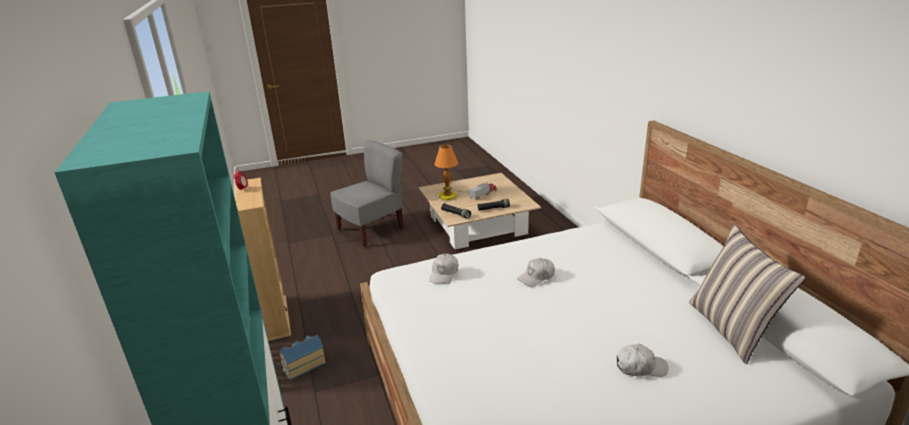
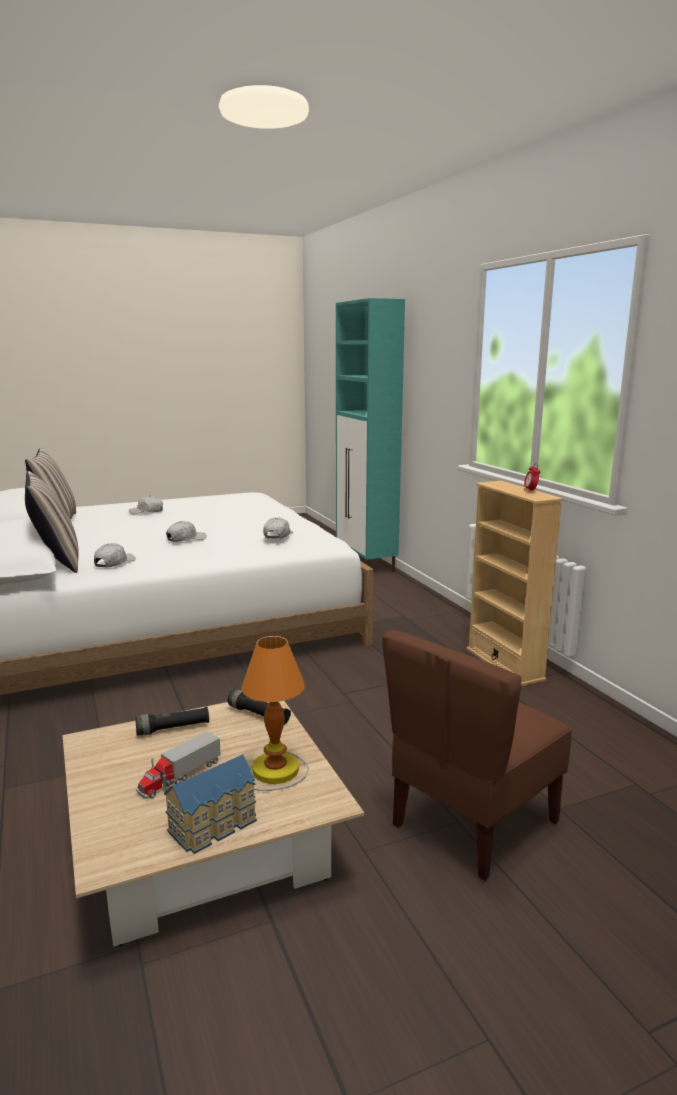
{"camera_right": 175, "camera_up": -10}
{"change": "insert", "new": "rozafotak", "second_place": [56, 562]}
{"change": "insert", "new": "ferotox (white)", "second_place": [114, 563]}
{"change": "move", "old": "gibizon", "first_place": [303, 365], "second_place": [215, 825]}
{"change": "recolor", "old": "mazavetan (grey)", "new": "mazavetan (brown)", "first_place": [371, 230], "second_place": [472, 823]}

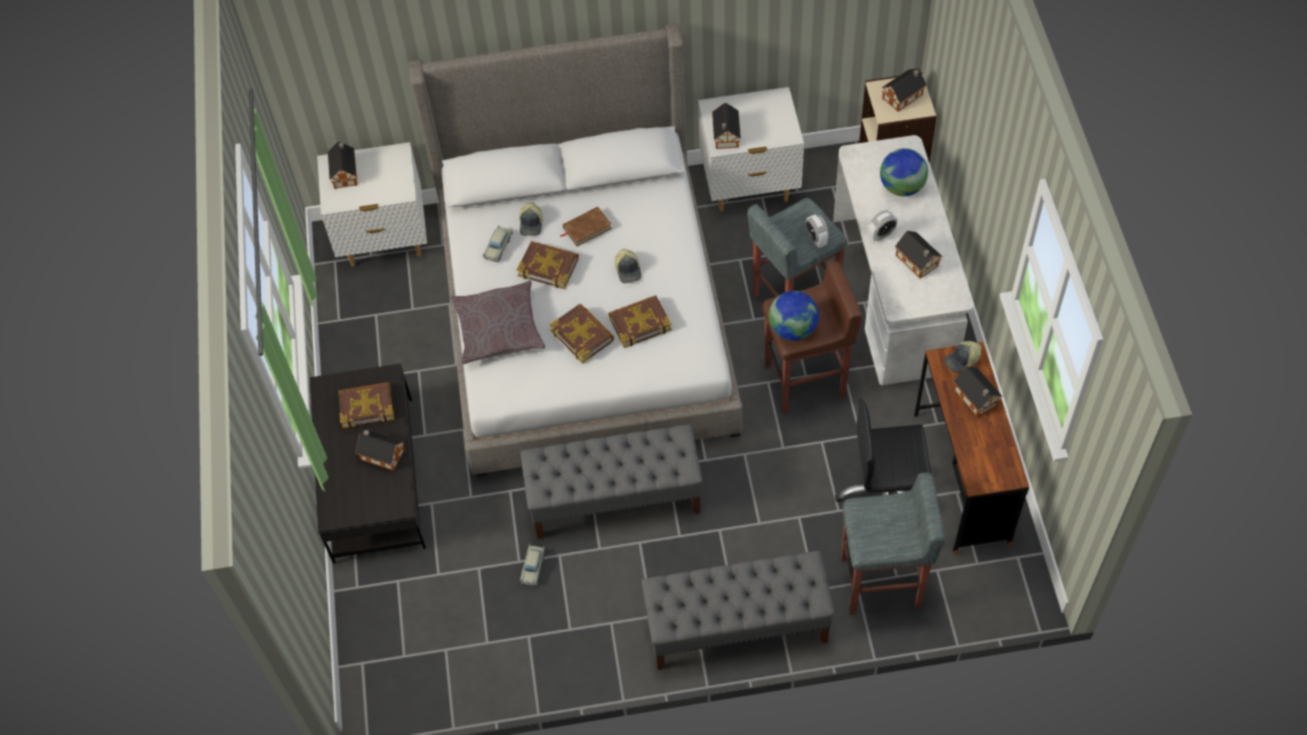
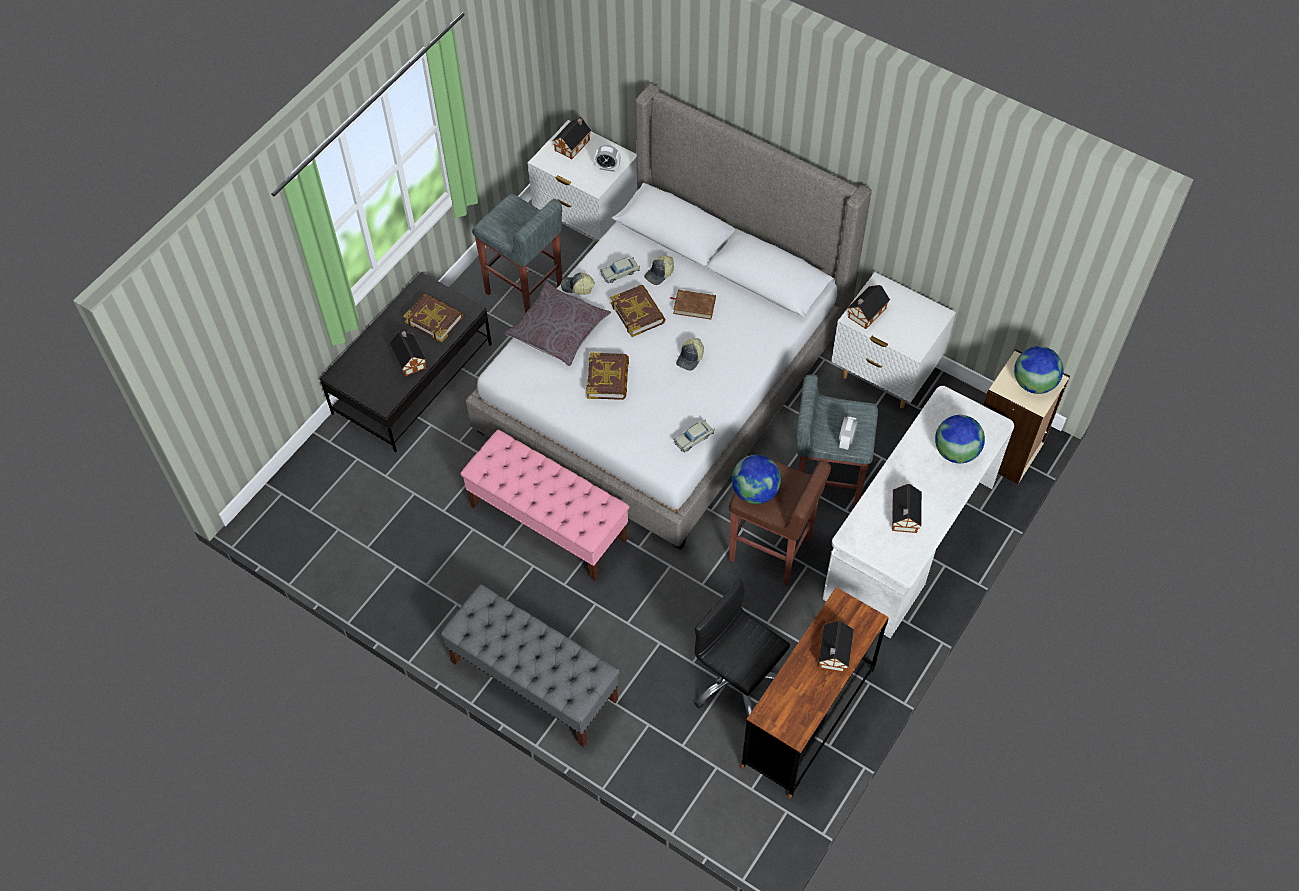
{"camera_right": 40, "camera_up": 0}
{"change": "delete", "old": "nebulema", "first_place": [639, 323]}
{"change": "move", "old": "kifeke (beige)", "first_place": [533, 567], "second_place": [694, 438]}
{"change": "move", "old": "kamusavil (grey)", "first_place": [882, 583], "second_place": [524, 292]}
{"change": "move", "old": "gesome", "first_place": [881, 234], "second_place": [607, 167]}
{"change": "move", "old": "ferotox", "first_place": [962, 360], "second_place": [577, 287]}
{"change": "replace", "old": "gibizon", "new": "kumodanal", "first_place": [904, 96], "second_place": [1033, 383]}
{"change": "recolor", "old": "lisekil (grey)", "new": "lisekil (pink)", "first_place": [615, 499], "second_place": [549, 522]}

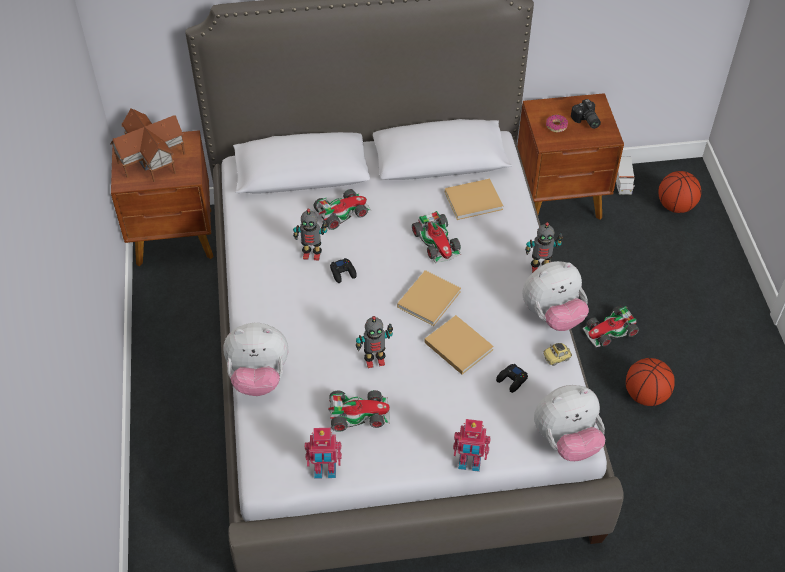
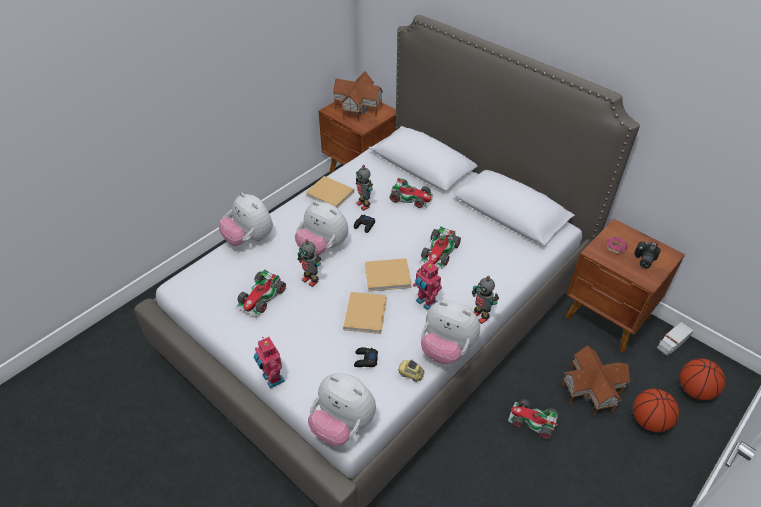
{"camera_right": 50, "camera_up": -5}
{"change": "insert", "new": "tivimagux", "second_place": [323, 247]}
{"change": "insert", "new": "gibizon", "second_place": [592, 390]}
{"change": "move", "old": "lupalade", "first_place": [325, 471], "second_place": [425, 302]}
{"change": "move", "old": "nebulema (beige)", "first_place": [475, 200], "second_place": [331, 194]}
{"change": "move", "old": "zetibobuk", "first_place": [645, 395], "second_place": [649, 421]}
{"change": "rotate", "old": "kifeke", "first_place": [358, 413], "second_place": [261, 297], "degrees": 75}

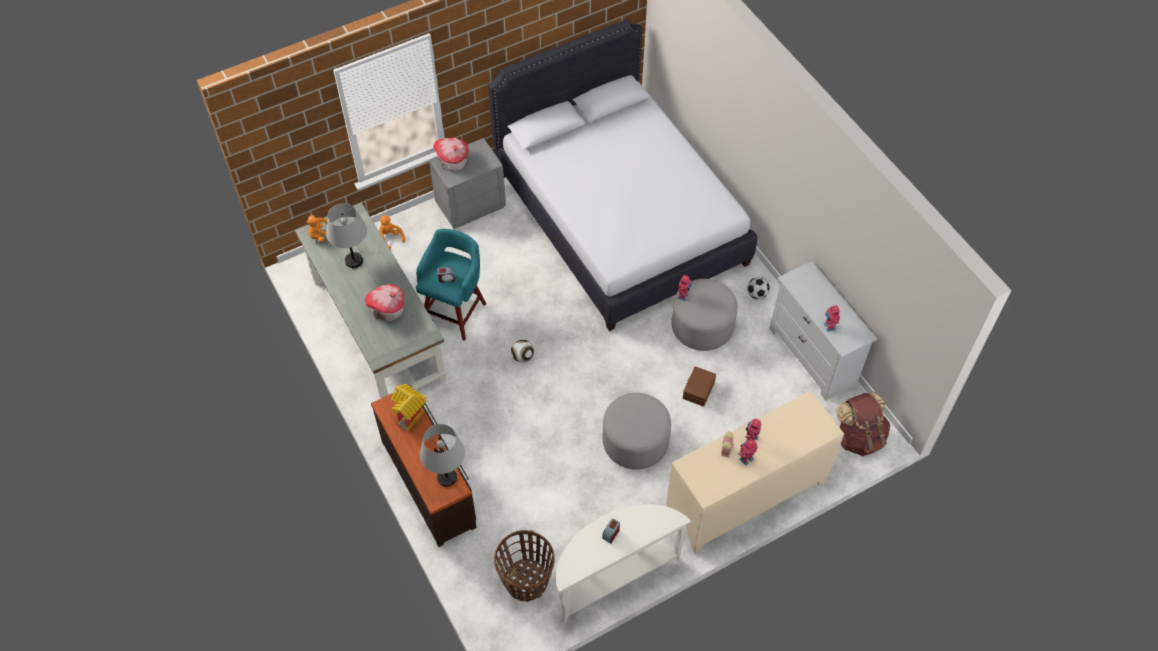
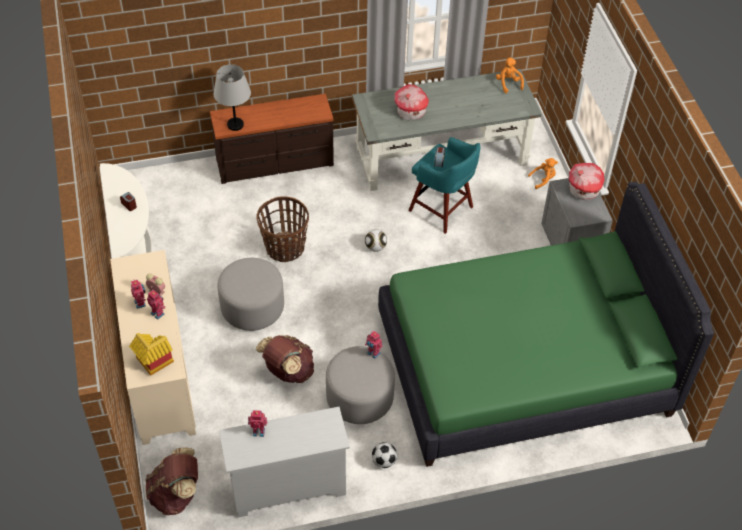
{"camera_right": 105, "camera_up": -5}
{"change": "delete", "old": "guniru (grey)", "first_place": [354, 260]}
{"change": "move", "old": "gibizon", "first_place": [410, 415], "second_place": [152, 363]}
{"change": "move", "old": "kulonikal", "first_place": [526, 581], "second_place": [285, 248]}
{"change": "replace", "old": "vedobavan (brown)", "new": "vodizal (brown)", "first_place": [697, 389], "second_place": [288, 371]}
{"change": "recolor", "old": "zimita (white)", "new": "zimita (green)", "first_place": [620, 218], "second_place": [523, 365]}

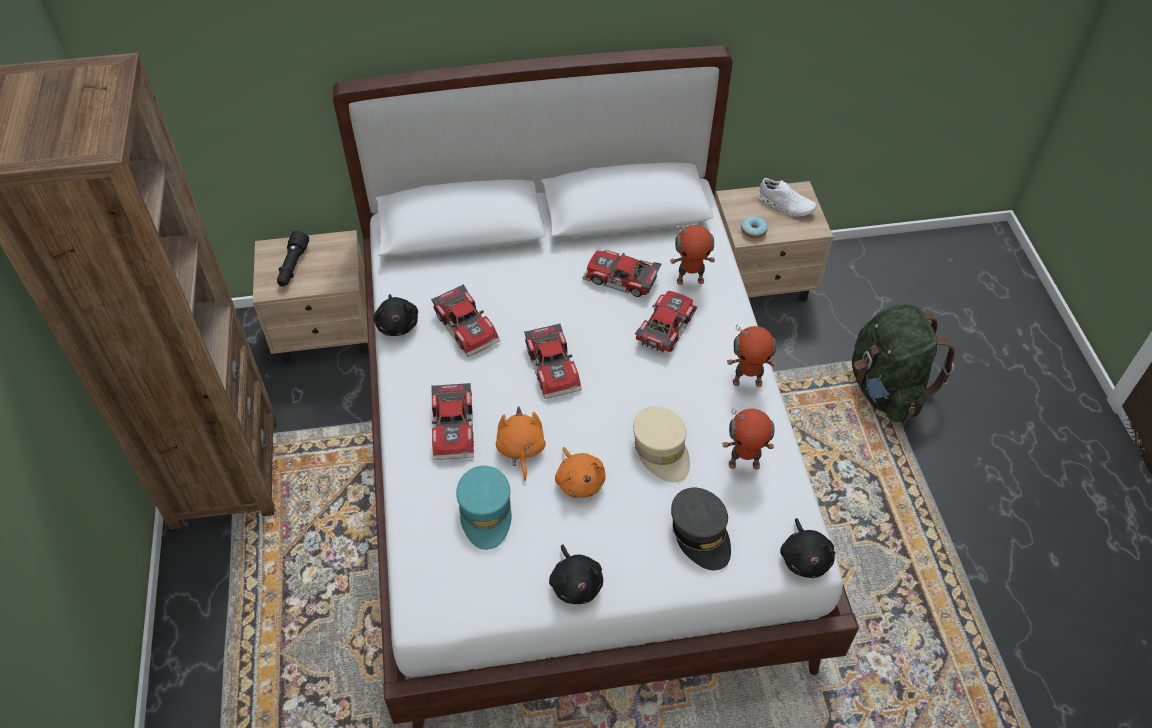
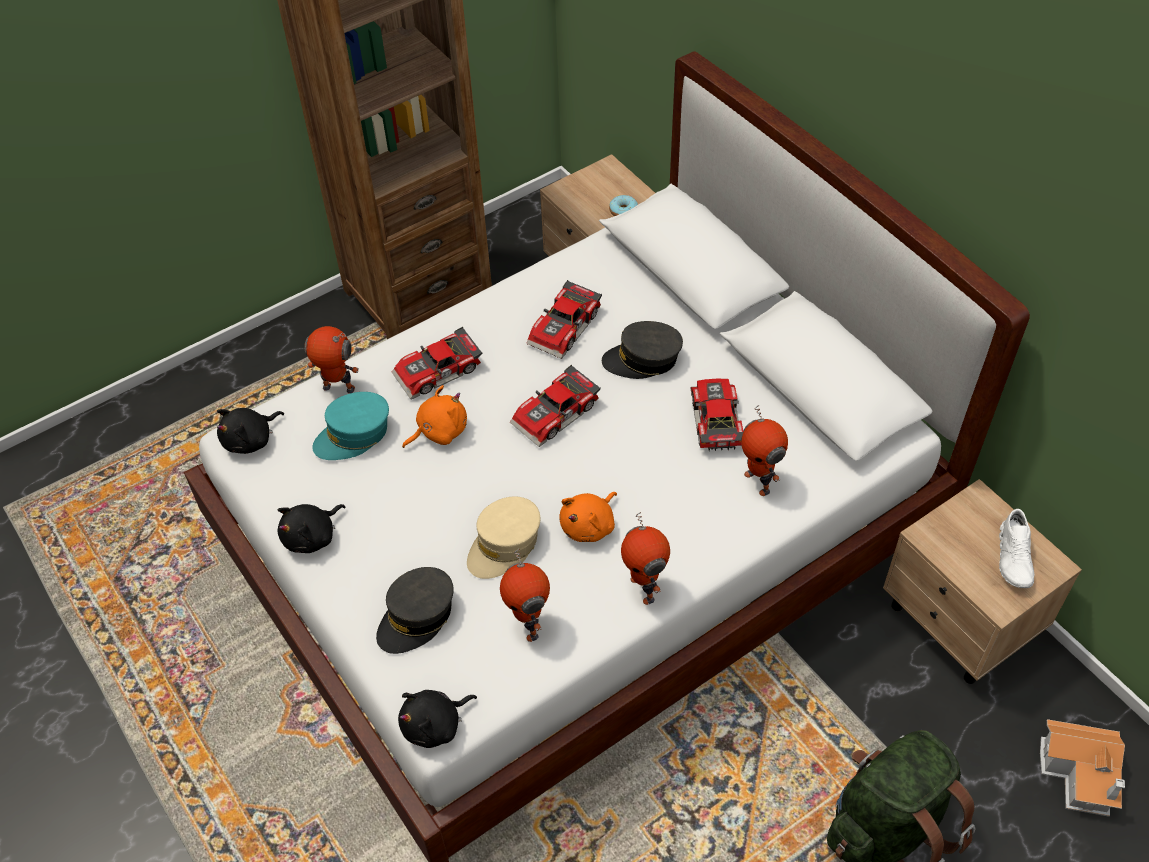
{"camera_right": 65, "camera_up": 0}
{"change": "delete", "old": "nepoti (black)", "first_place": [293, 266]}
{"change": "delete", "old": "kifeke", "first_place": [664, 326]}
{"change": "insert", "new": "lupalade", "second_place": [338, 389]}
{"change": "insert", "new": "ferotox (grey)", "second_place": [643, 359]}
{"change": "insert", "new": "gibizon", "second_place": [1081, 775]}
{"change": "move", "old": "tivimagux (black)", "first_place": [397, 324], "second_place": [251, 439]}
{"change": "move", "old": "tivimagux (orange)", "first_place": [579, 481], "second_place": [589, 525]}
{"change": "move", "old": "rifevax", "first_place": [753, 231], "second_place": [623, 211]}

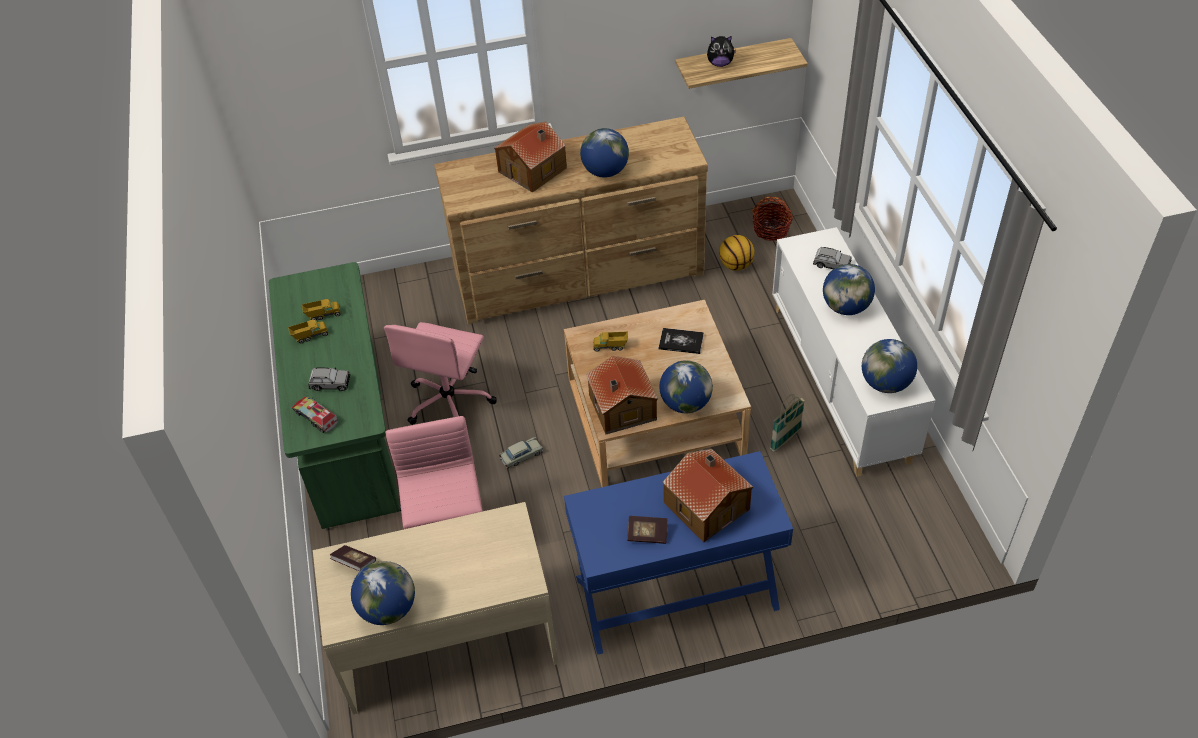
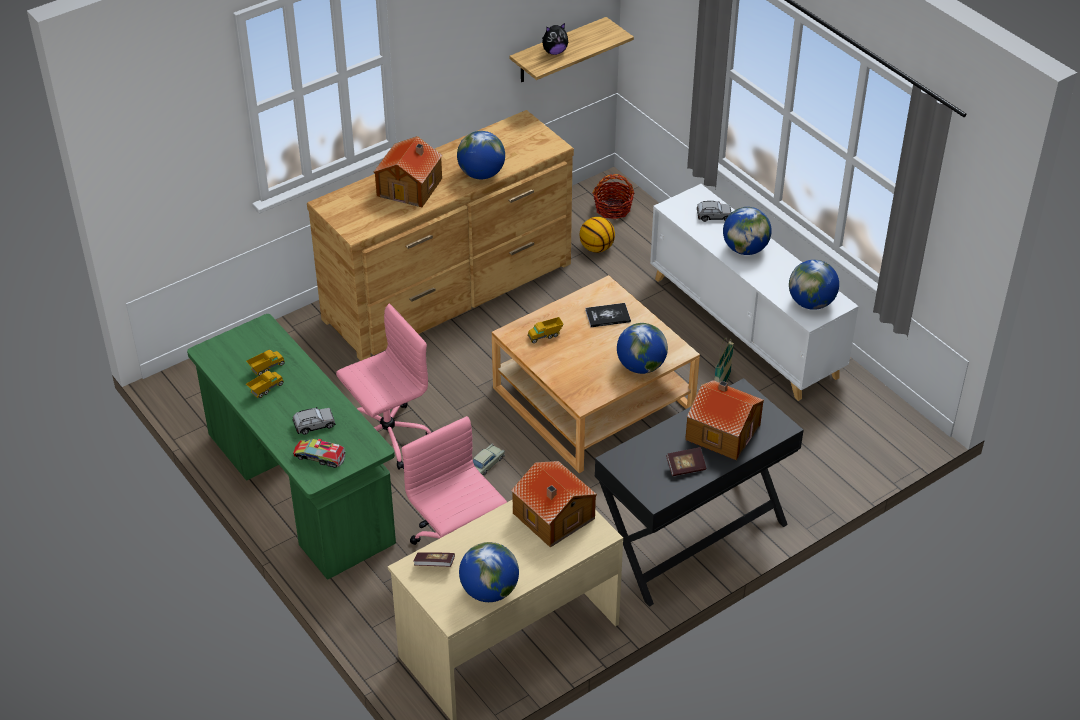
{"camera_right": -25, "camera_up": -5}
{"change": "move", "old": "gibizon", "first_place": [621, 408], "second_place": [553, 517]}
{"change": "recolor", "old": "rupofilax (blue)", "new": "rupofilax (black)", "first_place": [676, 594], "second_place": [692, 538]}
{"change": "rotate", "old": "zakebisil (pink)", "first_place": [450, 402], "second_place": [387, 436], "degrees": -120}

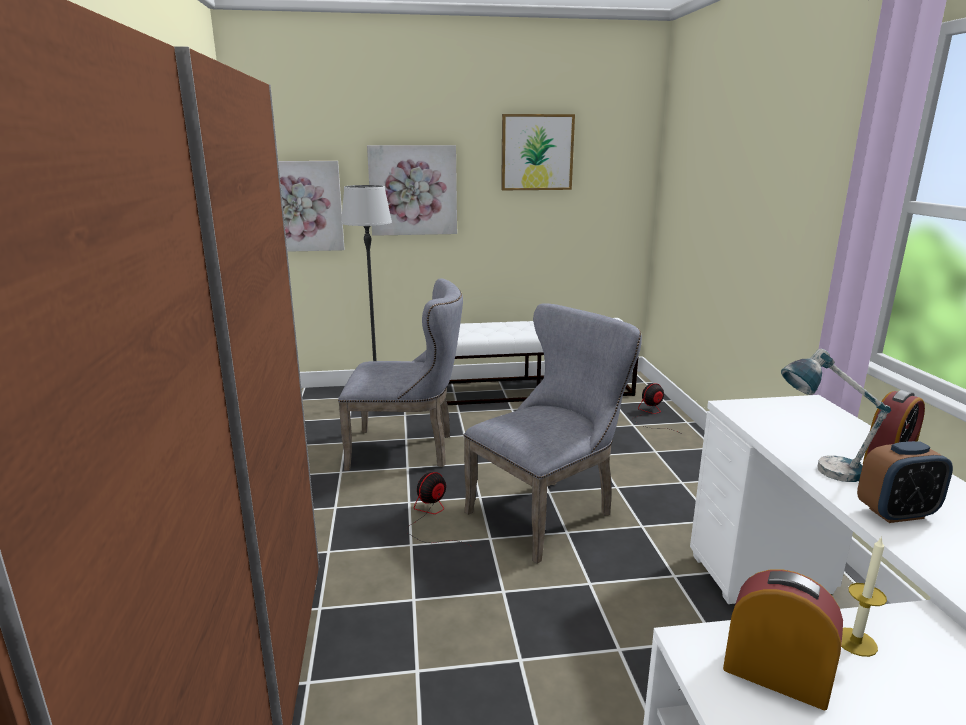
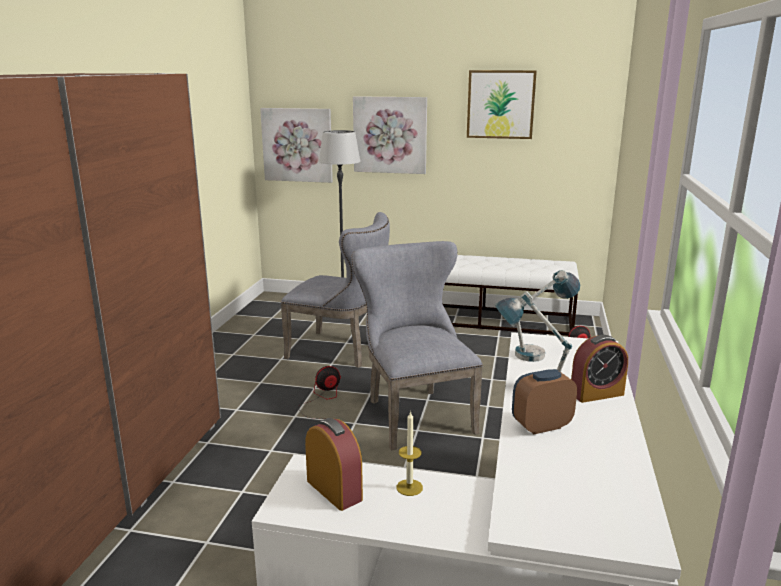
{"camera_right": 20, "camera_up": 0}
{"change": "insert", "new": "guniru", "second_place": [541, 353]}
{"change": "rotate", "old": "mazavetan (grey)", "first_place": [548, 512], "second_place": [414, 413], "degrees": -90}
{"change": "rotate", "old": "gesome", "first_place": [896, 513], "second_place": [541, 426], "degrees": 150}

